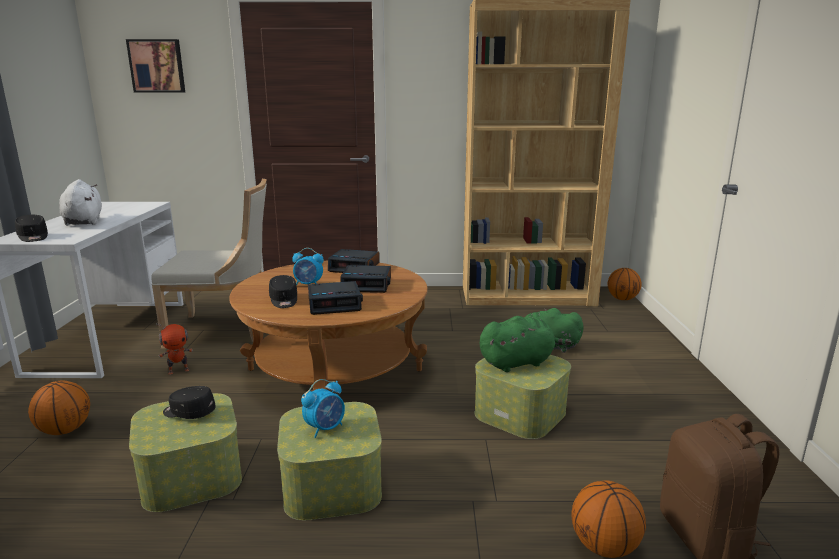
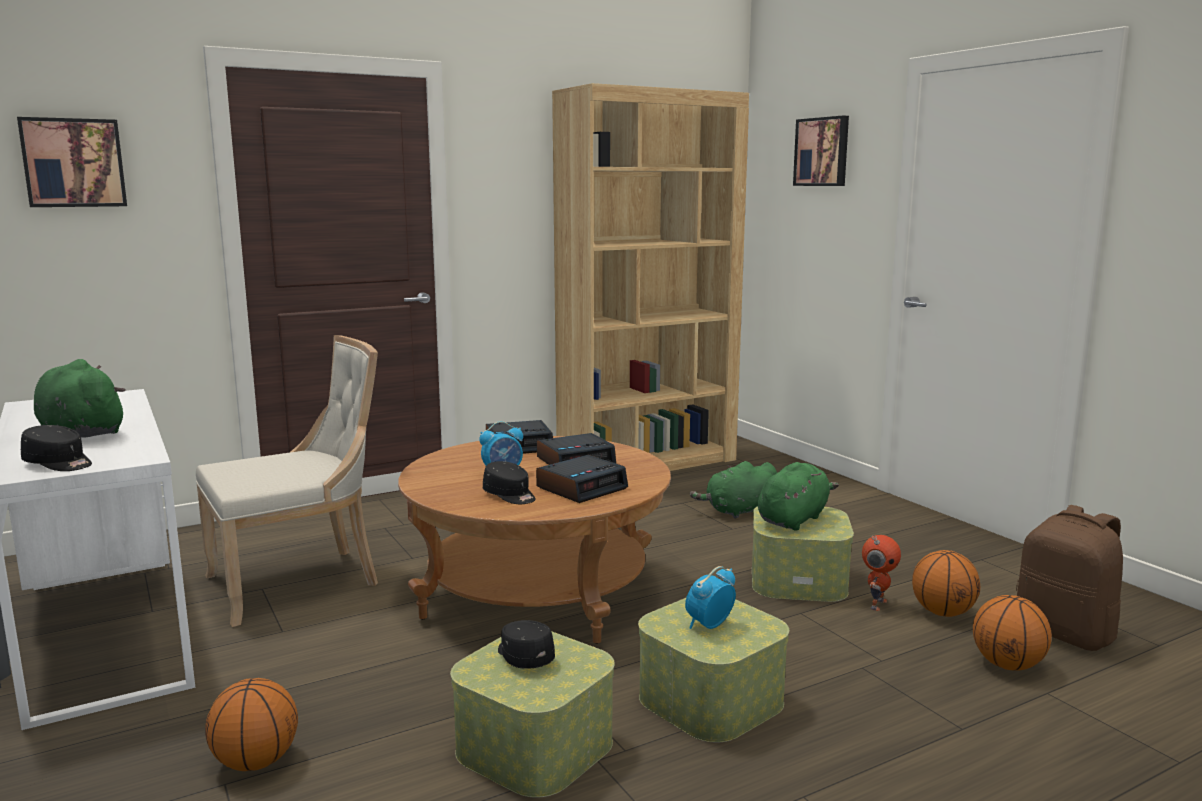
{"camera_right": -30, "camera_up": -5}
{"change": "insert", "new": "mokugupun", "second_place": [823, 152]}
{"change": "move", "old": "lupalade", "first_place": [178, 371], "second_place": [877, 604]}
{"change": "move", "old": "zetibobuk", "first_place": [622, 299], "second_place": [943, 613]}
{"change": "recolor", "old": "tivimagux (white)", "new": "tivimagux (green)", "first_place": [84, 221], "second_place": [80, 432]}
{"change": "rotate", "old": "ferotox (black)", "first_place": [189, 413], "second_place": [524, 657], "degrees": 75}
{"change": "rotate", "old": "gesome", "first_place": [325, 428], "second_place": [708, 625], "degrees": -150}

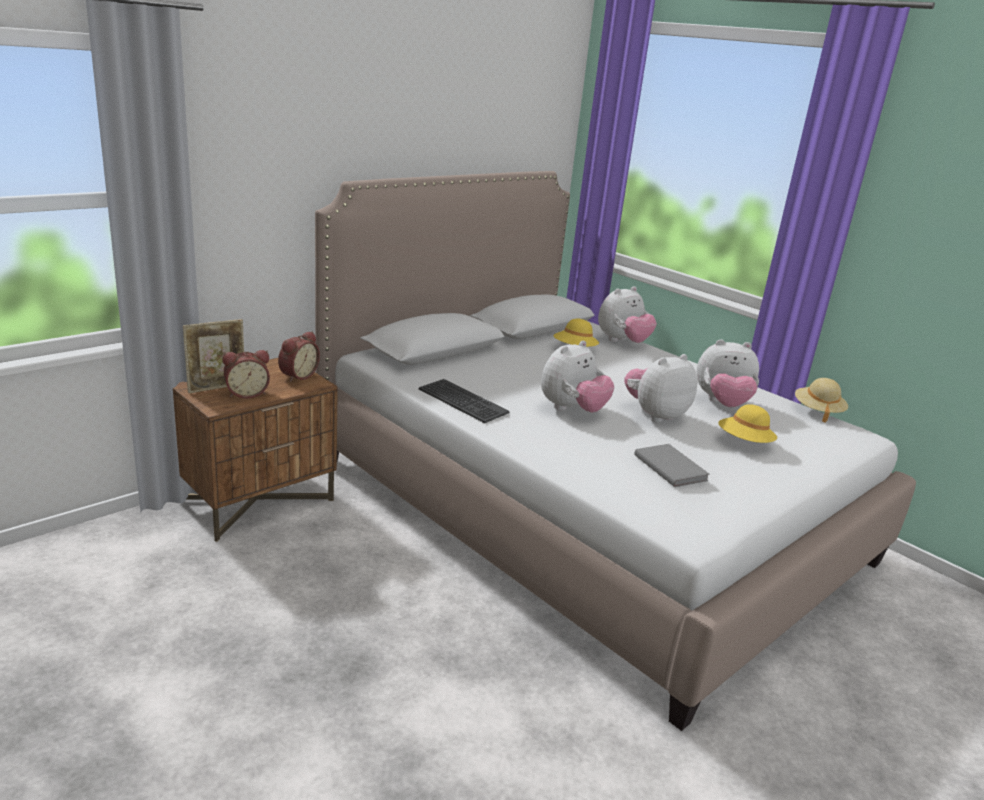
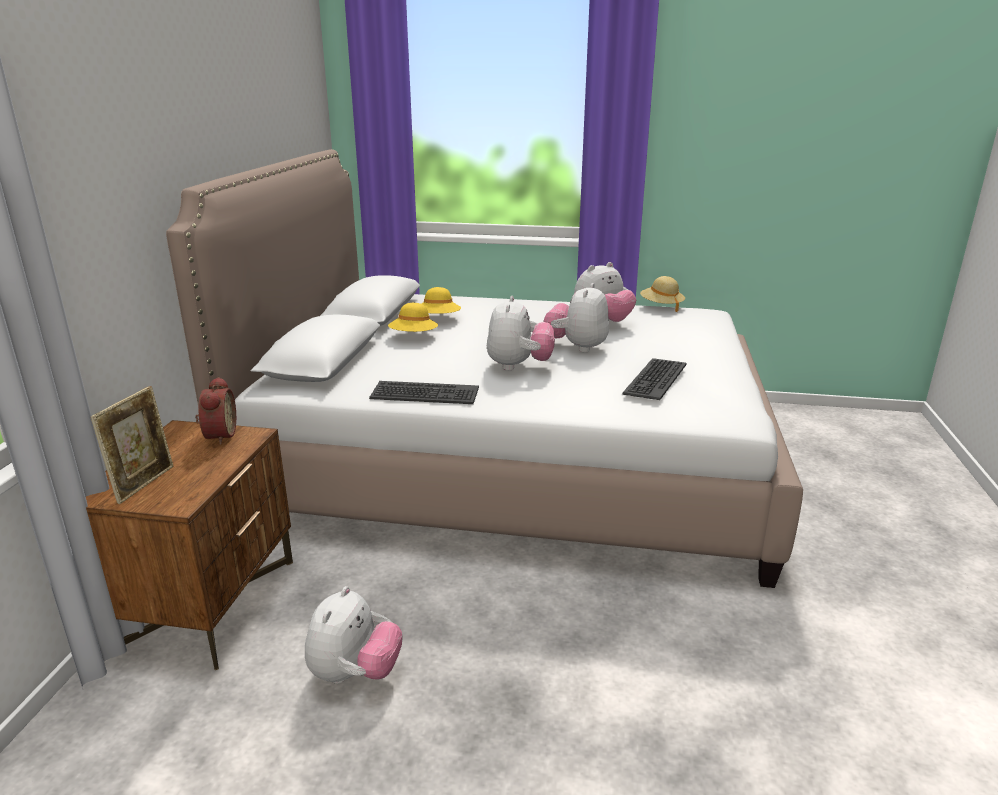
{"camera_right": -35, "camera_up": 0}
{"change": "delete", "old": "gesome", "first_place": [247, 393]}
{"change": "move", "old": "tivimagux", "first_place": [622, 342], "second_place": [355, 673]}
{"change": "move", "old": "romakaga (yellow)", "first_place": [744, 443], "second_place": [413, 337]}
{"change": "replace", "old": "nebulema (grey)", "new": "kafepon", "first_place": [671, 467], "second_place": [654, 379]}

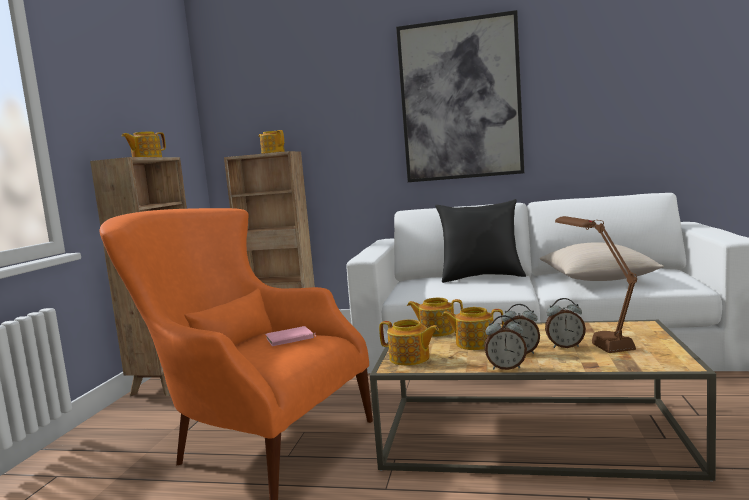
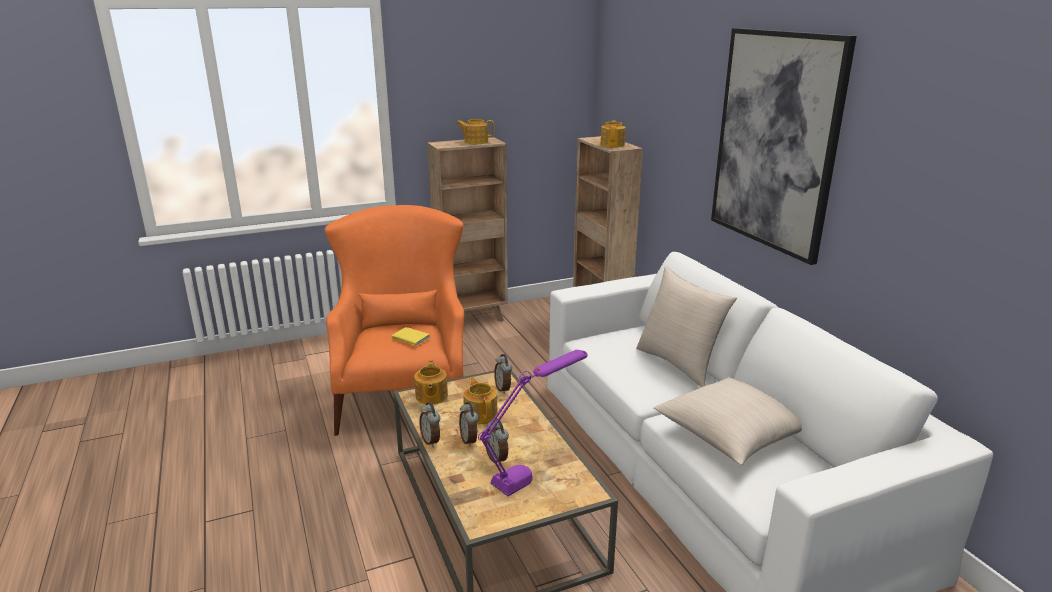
{"camera_right": 55, "camera_up": 15}
{"change": "replace", "old": "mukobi", "new": "gesome", "first_place": [436, 331], "second_place": [503, 389]}
{"change": "recolor", "old": "nebulema (pink)", "new": "nebulema (yellow)", "first_place": [290, 339], "second_place": [410, 339]}
{"change": "recolor", "old": "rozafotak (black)", "new": "rozafotak (beige)", "first_place": [481, 277], "second_place": [679, 363]}
{"change": "recolor", "old": "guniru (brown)", "new": "guniru (purple)", "first_place": [595, 336], "second_place": [534, 470]}

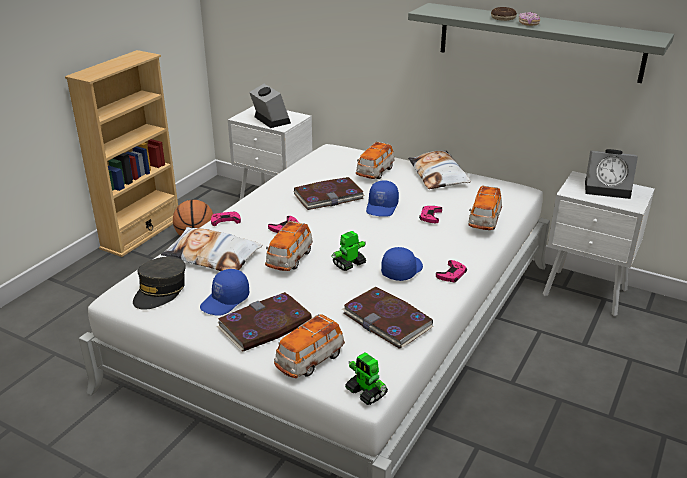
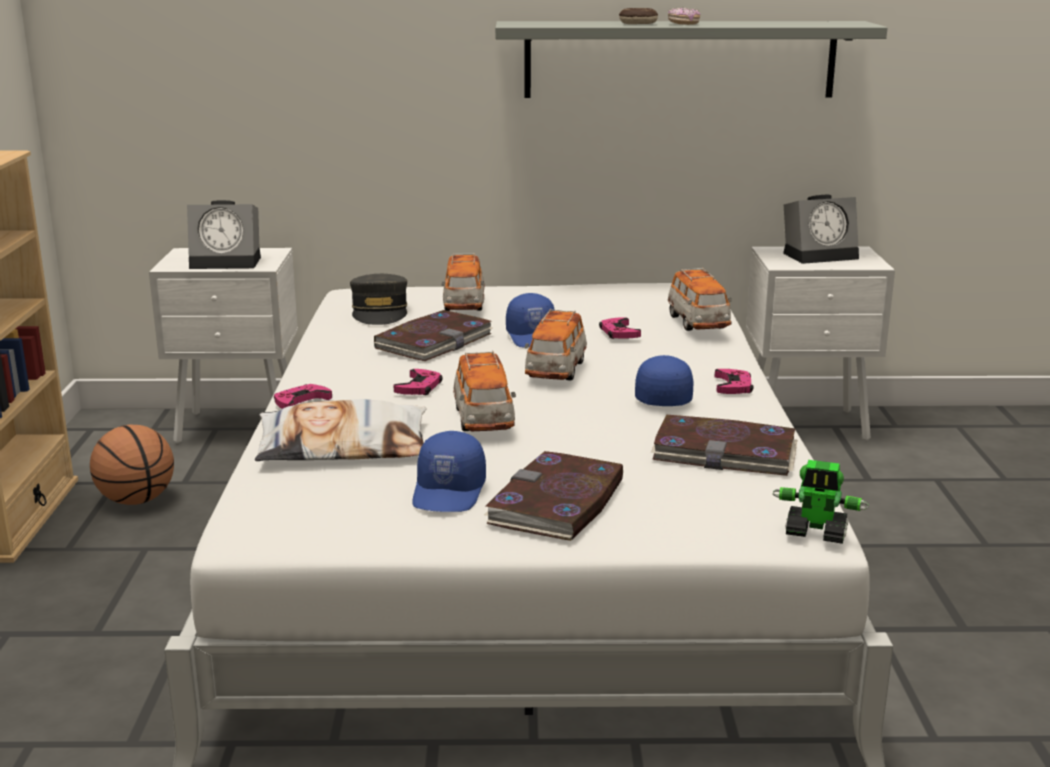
{"camera_right": -30, "camera_up": -10}
{"change": "delete", "old": "lupalade", "first_place": [349, 264]}
{"change": "delete", "old": "rozafotak", "first_place": [438, 175]}
{"change": "move", "old": "ferotox (grey)", "first_place": [160, 291], "second_place": [380, 312]}
{"change": "move", "old": "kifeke", "first_place": [310, 361], "second_place": [556, 371]}
{"change": "rotate", "old": "gesome", "first_place": [269, 120], "second_place": [228, 262], "degrees": 150}

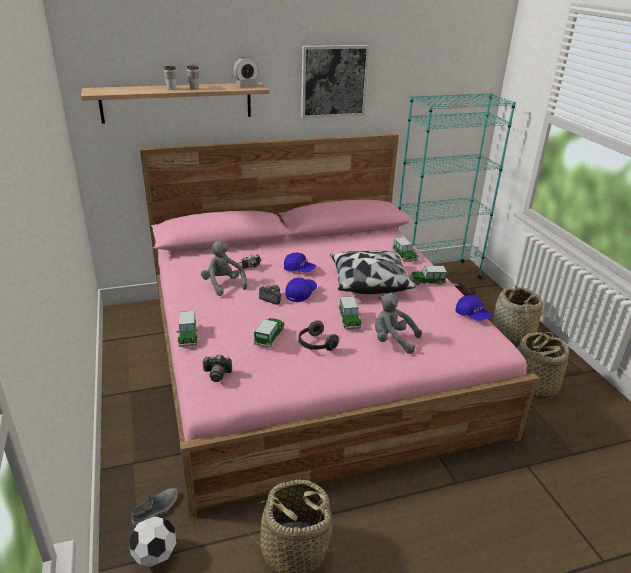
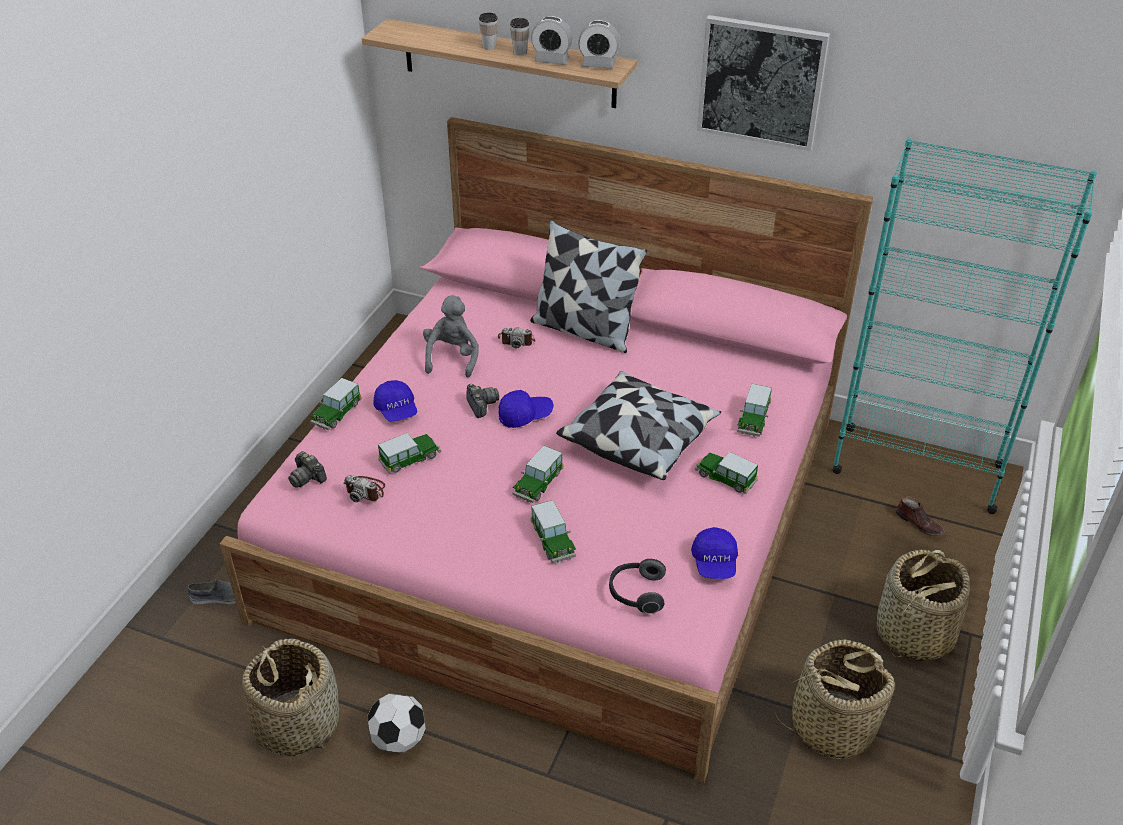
{"camera_right": 40, "camera_up": 10}
{"change": "insert", "new": "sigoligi", "second_place": [365, 490]}
{"change": "insert", "new": "rozafotak", "second_place": [584, 330]}
{"change": "insert", "new": "gesome", "second_place": [551, 60]}
{"change": "move", "old": "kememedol", "first_place": [155, 555], "second_place": [399, 739]}
{"change": "move", "old": "ferotox (blue)", "first_place": [299, 269], "second_place": [397, 410]}
{"change": "move", "old": "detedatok", "first_place": [315, 345], "second_place": [636, 594]}
{"change": "replace", "old": "tivimagux (grey)", "new": "kifeke", "first_place": [392, 340], "second_place": [552, 541]}

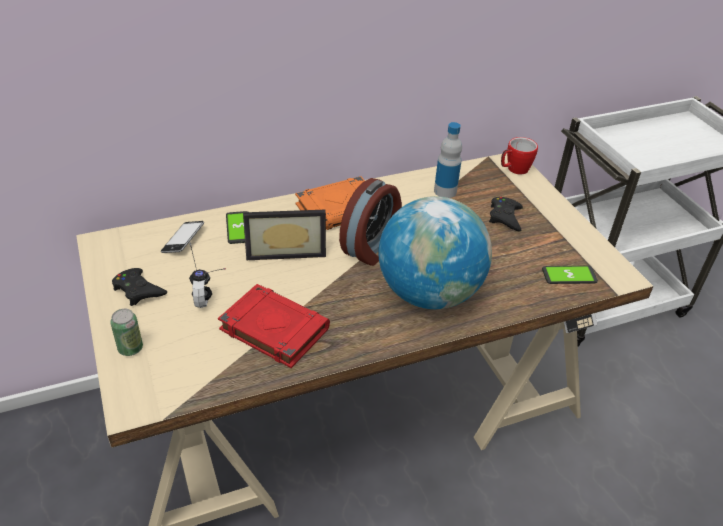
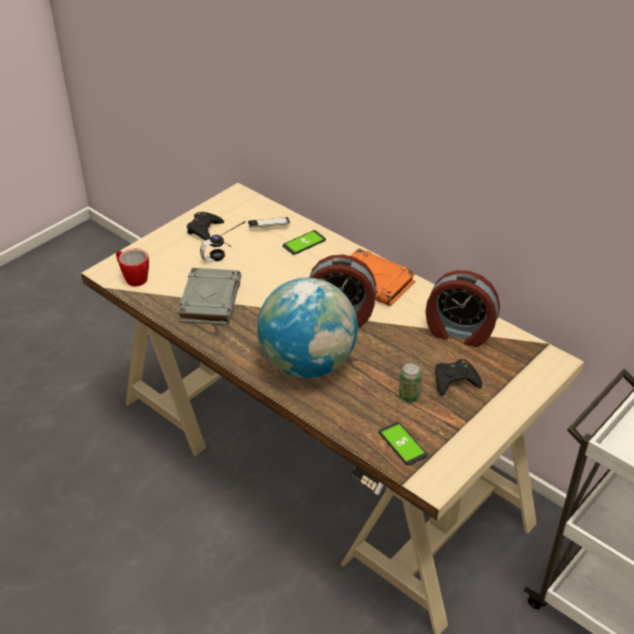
{"camera_right": 65, "camera_up": 0}
{"change": "delete", "old": "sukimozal", "first_place": [285, 249]}
{"change": "move", "old": "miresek", "first_place": [130, 348], "second_place": [409, 396]}
{"change": "move", "old": "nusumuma", "first_place": [514, 170], "second_place": [133, 278]}
{"change": "replace", "old": "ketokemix", "new": "gesome", "first_place": [445, 191], "second_place": [459, 332]}
{"change": "recolor", "old": "nebulema (red)", "new": "nebulema (grey)", "first_place": [273, 329], "second_place": [210, 300]}

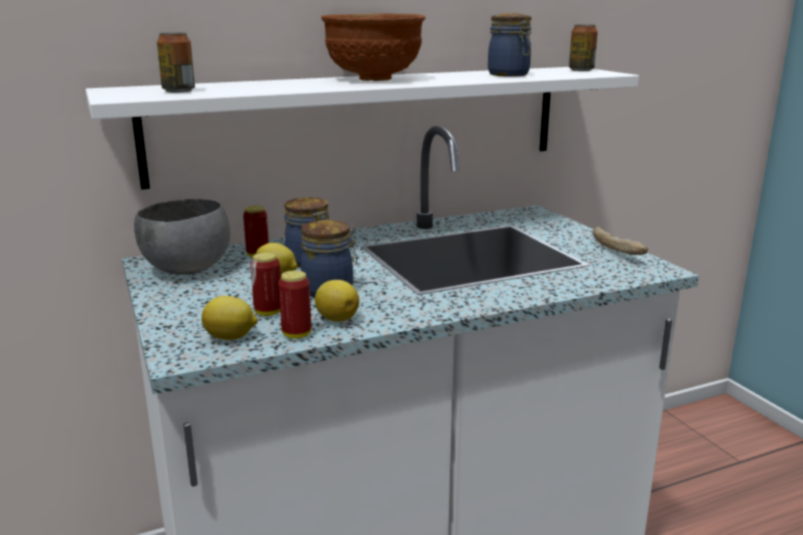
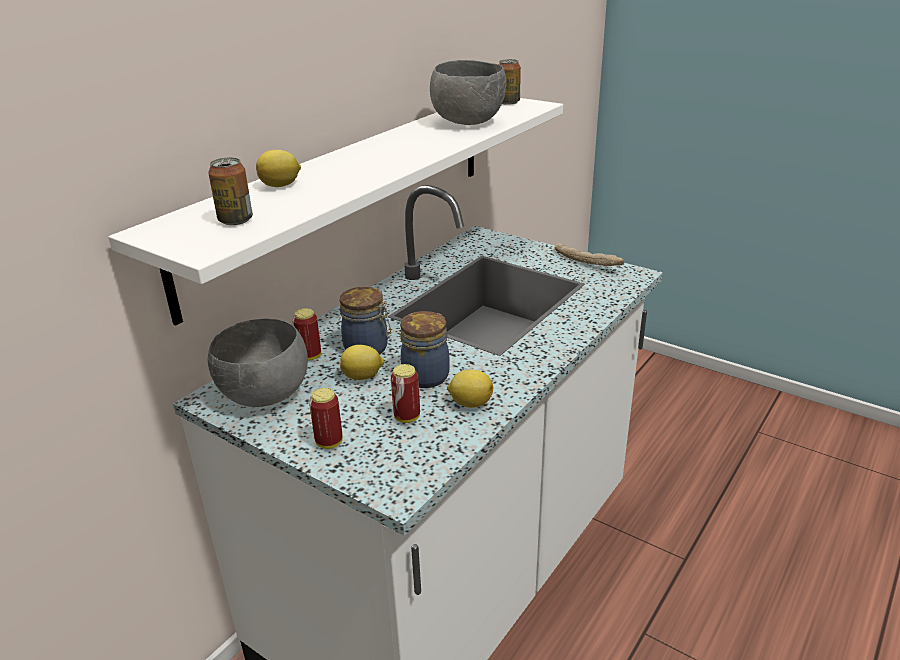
{"camera_right": -30, "camera_up": 10}
{"change": "delete", "old": "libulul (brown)", "first_place": [373, 79]}
{"change": "move", "old": "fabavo", "first_place": [231, 337], "second_place": [281, 185]}
{"change": "move", "old": "miresek", "first_place": [296, 334], "second_place": [329, 442]}
{"change": "replace", "old": "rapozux", "new": "libulul (grey)", "first_place": [509, 75], "second_place": [469, 122]}

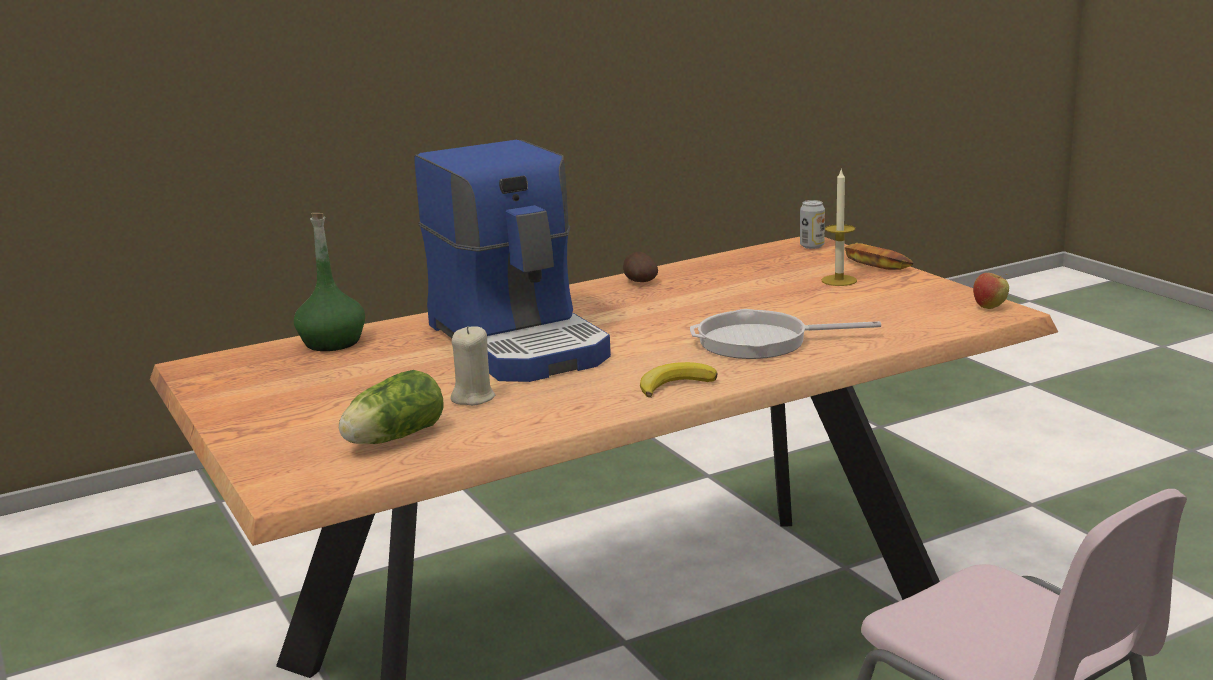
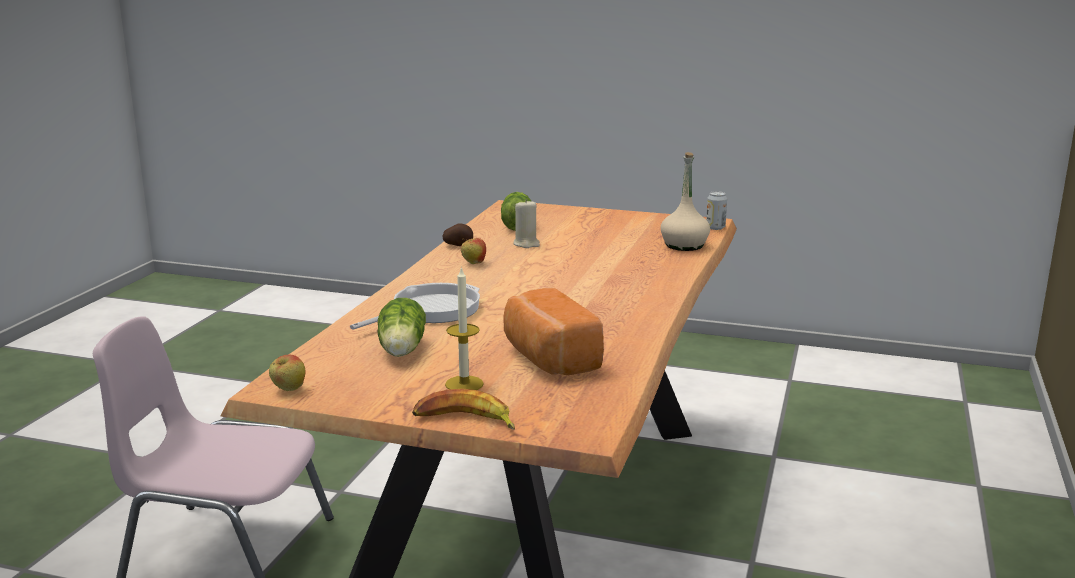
{"camera_right": 135, "camera_up": 0}
{"change": "delete", "old": "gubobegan", "first_place": [521, 342]}
{"change": "delete", "old": "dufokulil", "first_place": [675, 385]}
{"change": "insert", "new": "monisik", "second_place": [401, 351]}
{"change": "insert", "new": "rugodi", "second_place": [473, 263]}
{"change": "insert", "new": "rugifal", "second_place": [548, 359]}
{"change": "move", "old": "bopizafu", "first_place": [639, 282], "second_place": [458, 245]}
{"change": "move", "old": "miresek", "first_place": [812, 246], "second_place": [715, 227]}
{"change": "recolor", "old": "ketokemix (green)", "new": "ketokemix (beige)", "first_place": [332, 342], "second_place": [684, 245]}

